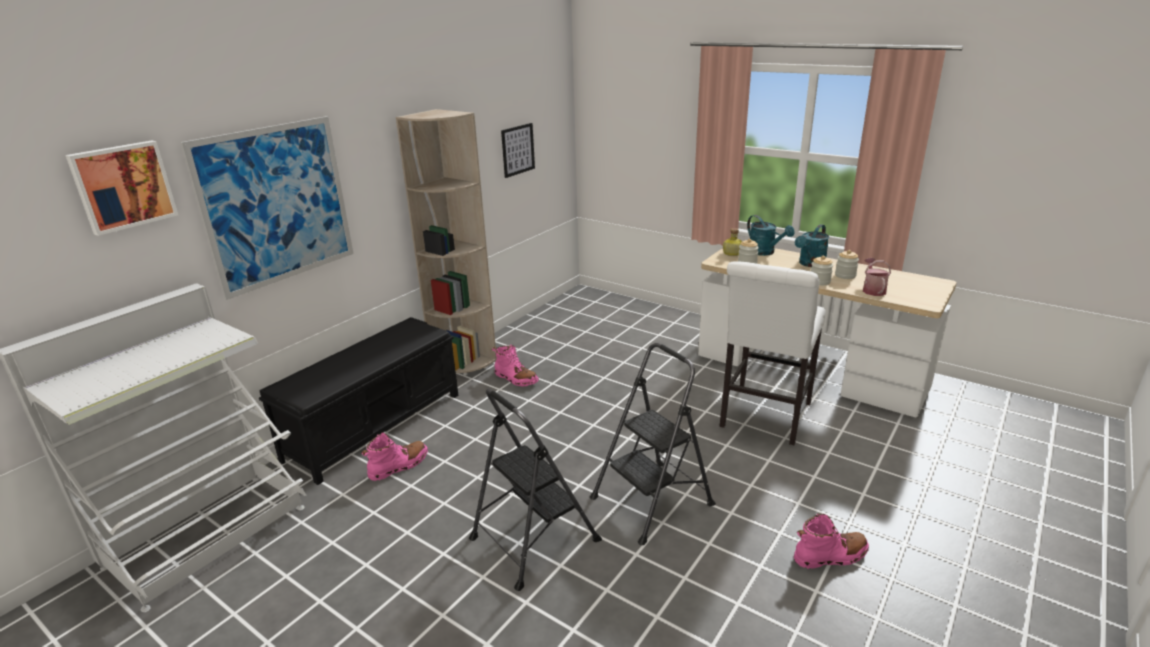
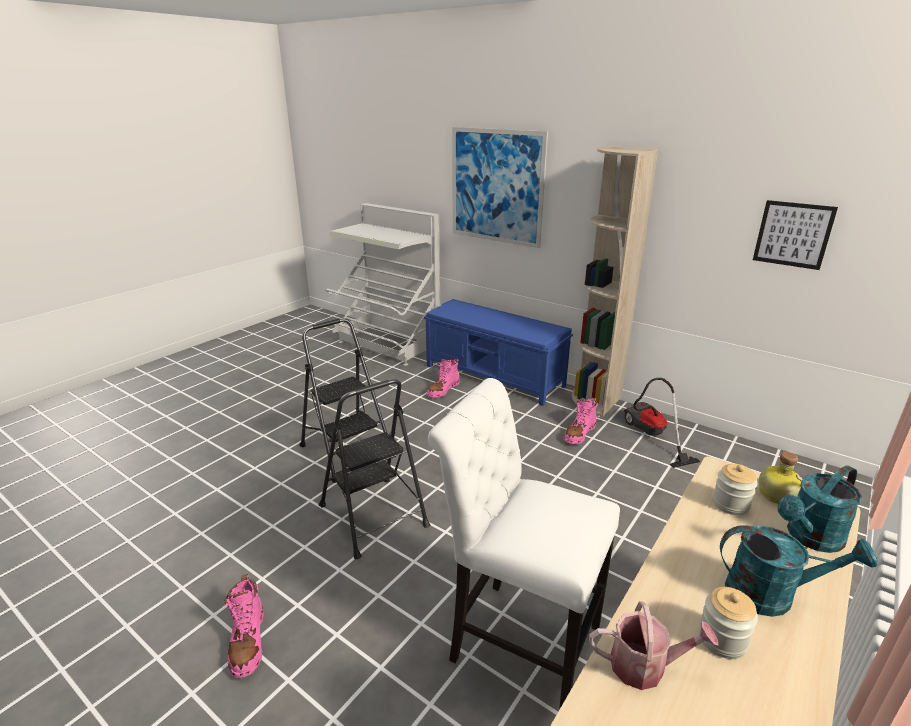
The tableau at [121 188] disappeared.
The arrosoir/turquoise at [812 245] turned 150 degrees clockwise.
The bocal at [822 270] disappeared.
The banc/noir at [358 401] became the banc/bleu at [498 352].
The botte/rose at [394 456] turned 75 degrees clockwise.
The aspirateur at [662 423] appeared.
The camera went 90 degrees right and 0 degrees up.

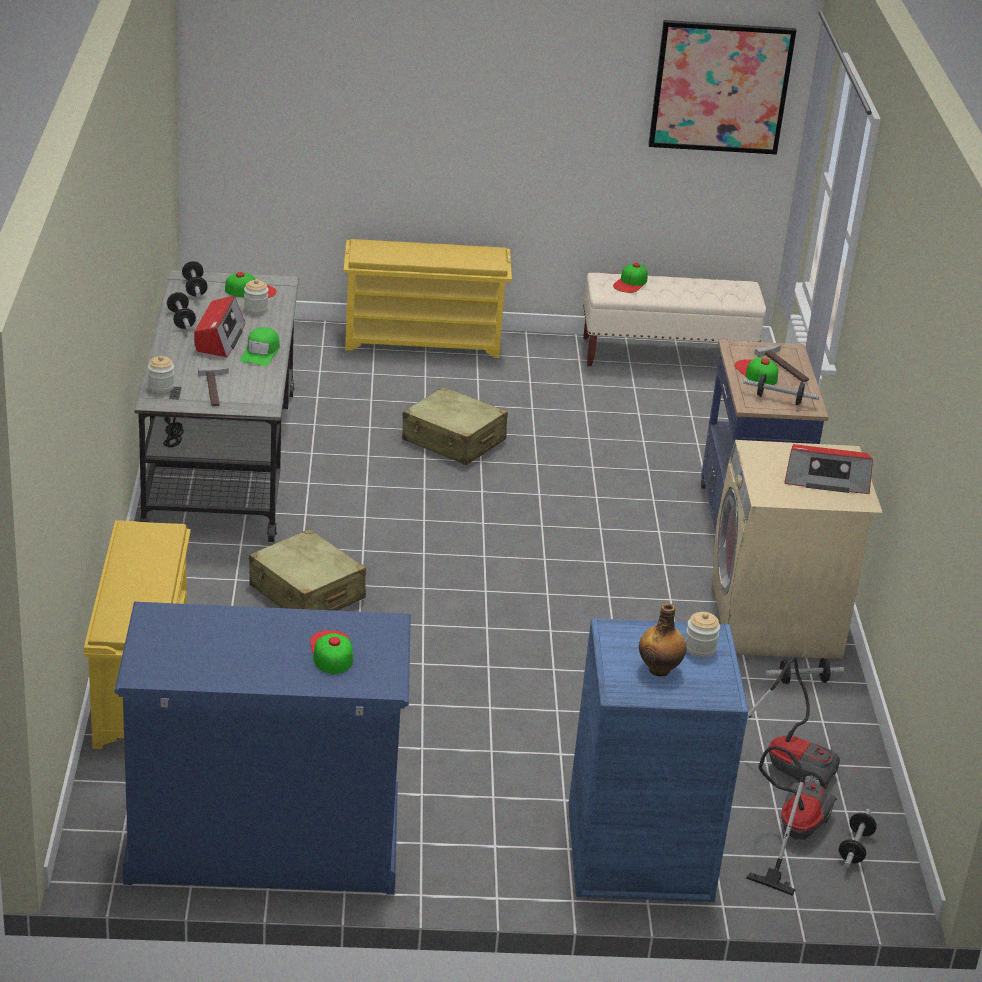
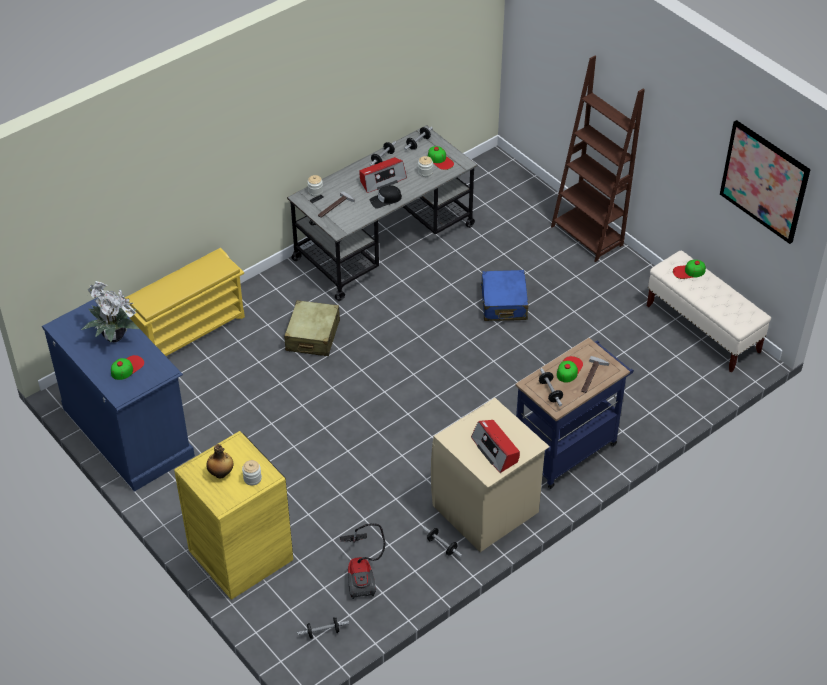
The étagère à chaussures/jaune at [428 298] was replaced by the bibliothèque/marron at [598 159].
The casquette/vert at [260 346] became the casquette/noir at [386 197].
The valise/beige at [455 426] became the valise/bleu at [504 295].
The meuble de rangement/bleu at [658 760] became the meuble de rangement/jaune at [233 515].
The aspirateur at [791 821] disappeared.
The plante en pot at [110 311] appeared.
The camera went 55 degrees right and 15 degrees up.

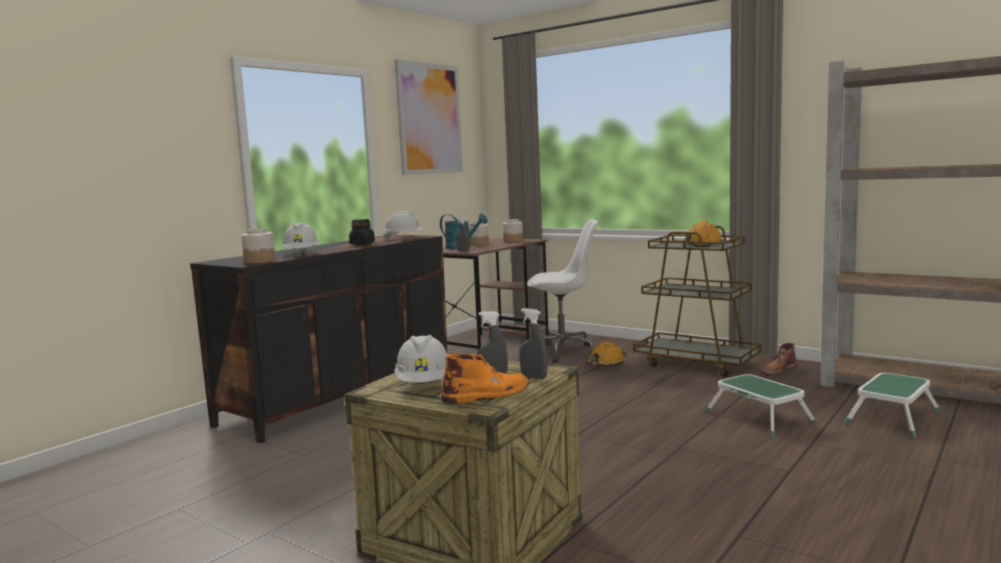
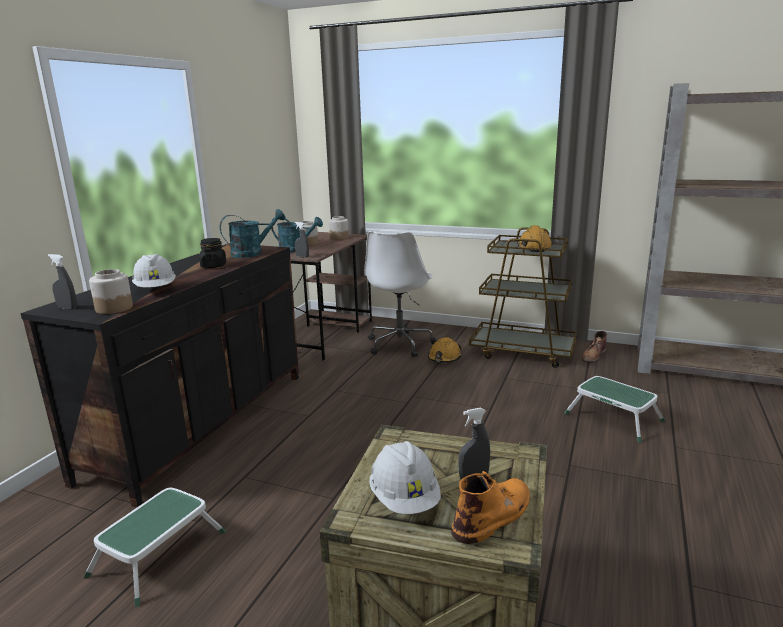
The tableau at [428 117] disappeared.
The casque de chantier/blanc at [403 225] was replaced by the arrosoir/turquoise at [252 233].
The chaise de bureau/blanc at [563 291] turned 120 degrees clockwise.
The vaporisateur/gris moved from [533 343] to [62 282].
The escabeau/vert moved from [892 405] to [155 547].
The camera went 15 degrees left and 10 degrees up.

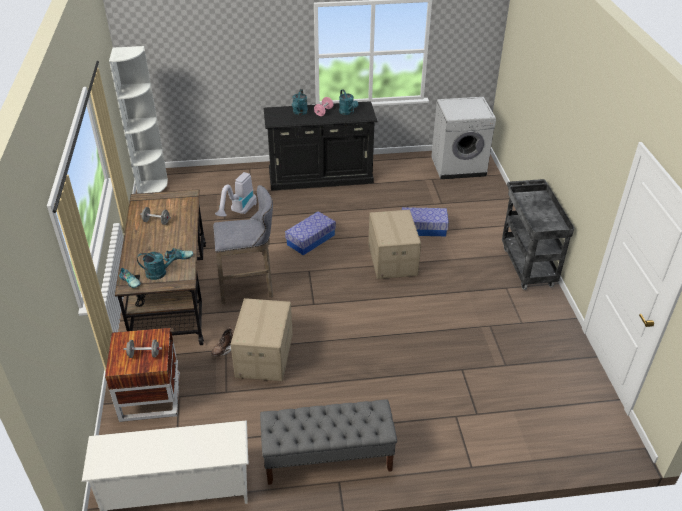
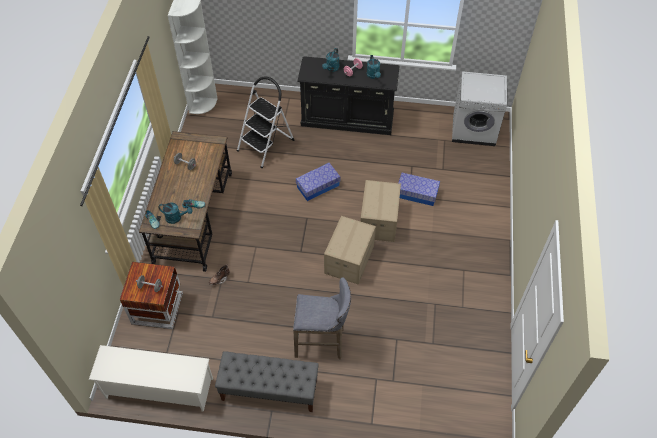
The aspirateur at [236 194] was replaced by the escabeau at [265 122].
The chariot/noir at [538 234] disappeared.
The tabouret/gris moved from [243 244] to [322 318].
The carton moved from [262 339] to [350 250].
The camera went 15 degrees right and 15 degrees up.

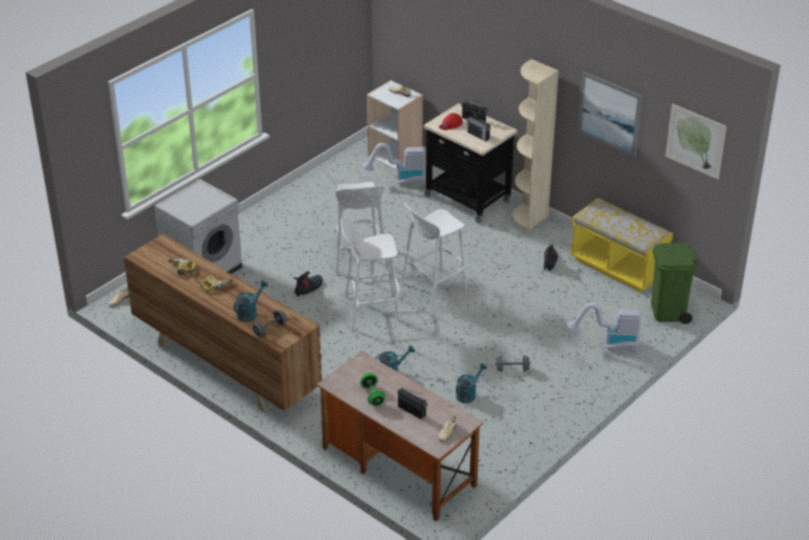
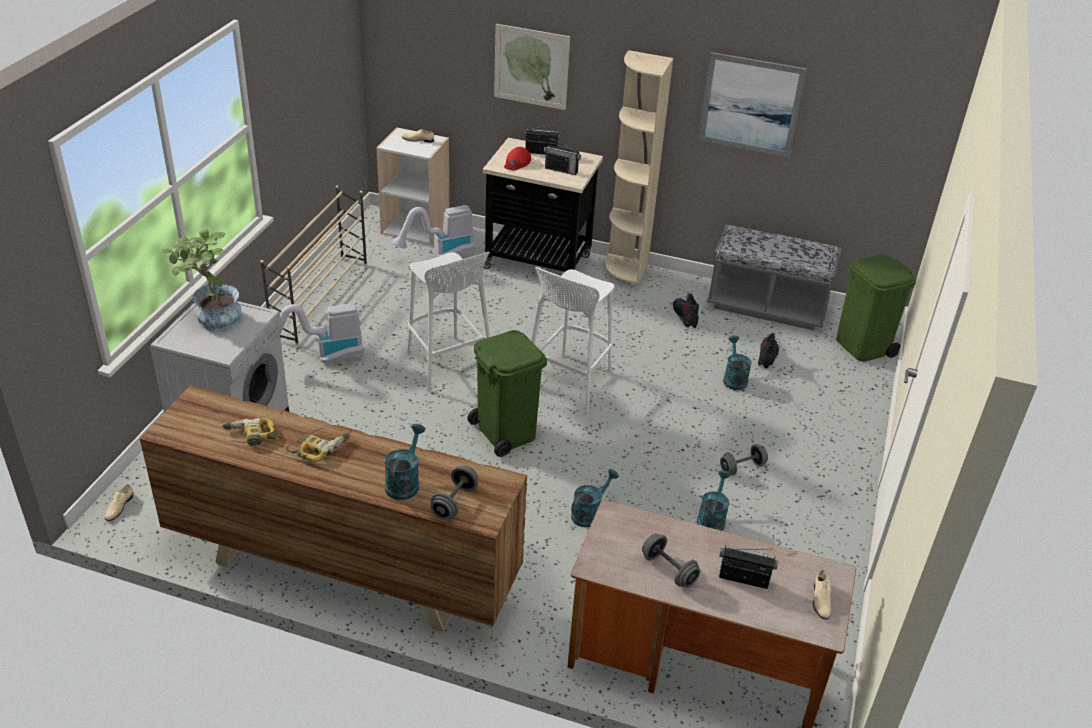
The tableau moved from [696 141] to [532 67].
The banc/jaune at [621 245] became the banc/gris at [774 277].
The tabouret/blanc at [370 273] was replaced by the poubelle/vert at [507 393].
The botte moved from [308 284] to [768 350].
The aspirateur moved from [604 328] to [321 334].
The haltère/vert at [372 389] became the haltère/gris at [671 561].
The étagère à chaussures/beige at [314 265] appeared.
The plante en pot at [201 280] appeared.
The arrosoir/turquoise at [737 362] appeared.
The camera went 25 degrees left and 0 degrees up.

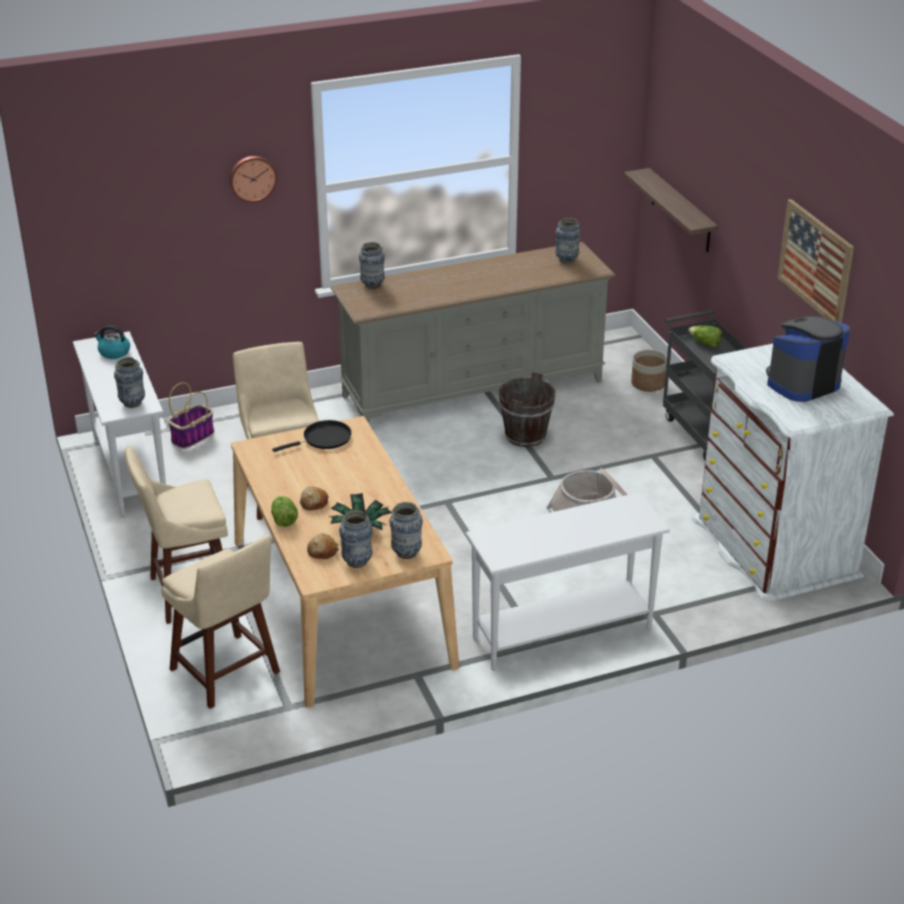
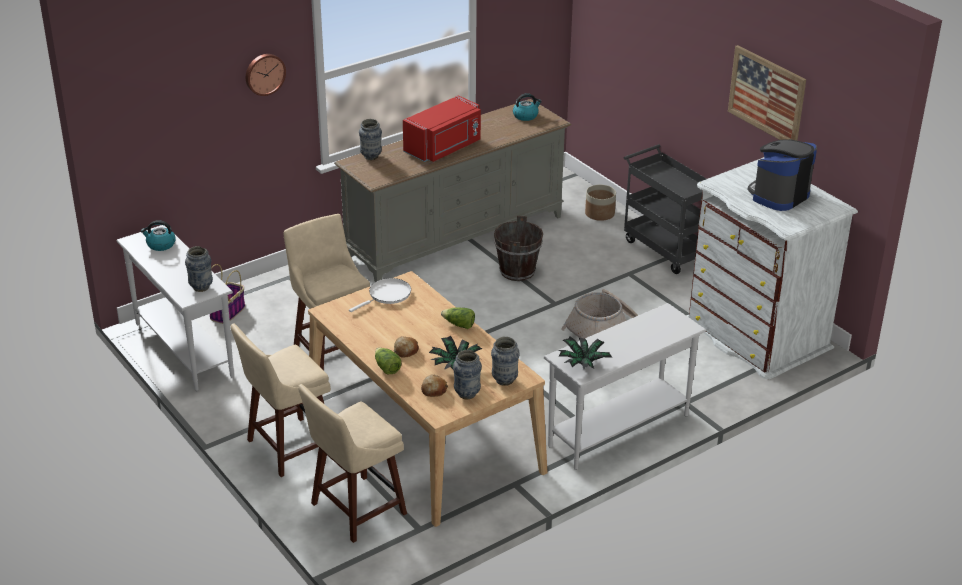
The étagère at [671 210] disappeared.
The vase at [568 241] was replaced by the bouilloire at [527 107].
The laitue moved from [705 336] to [458 318].
The poêle/noir at [312 436] became the poêle/blanc at [380 295].
The chaise/beige at [220 622] turned 105 degrees clockwise.
The micro-ondes/rouge at [442 128] appeared.
The plante en pot at [585 352] appeared.
The camera went 15 degrees left and 0 degrees up.

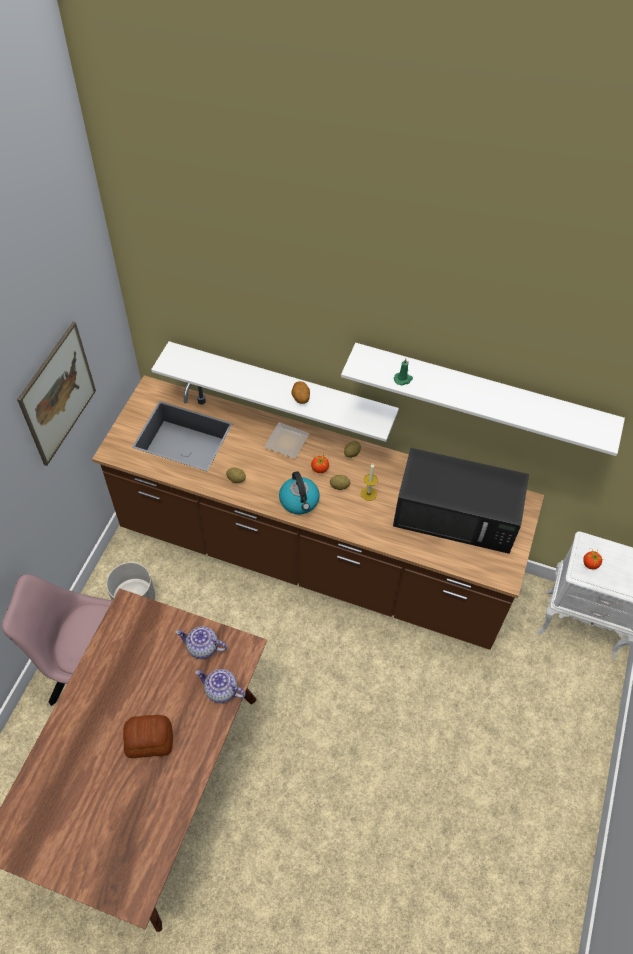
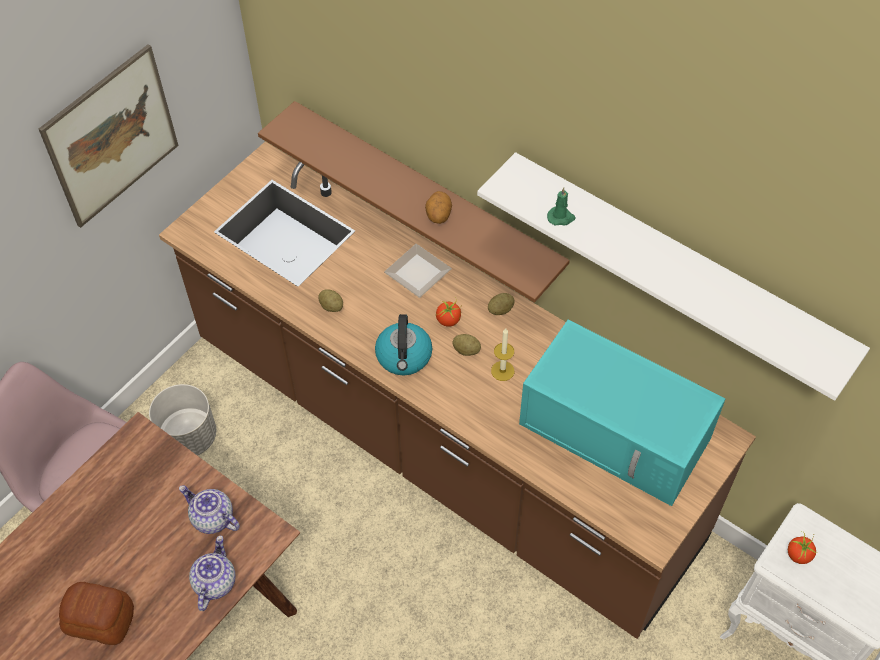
The étagère/blanc at [275 391] became the étagère/marron at [414 202].
The micro-ondes/noir at [461 501] became the micro-ondes/turquoise at [622 413].
The théière at [220 686] turned 60 degrees clockwise.
The camera went 20 degrees right and 0 degrees up.

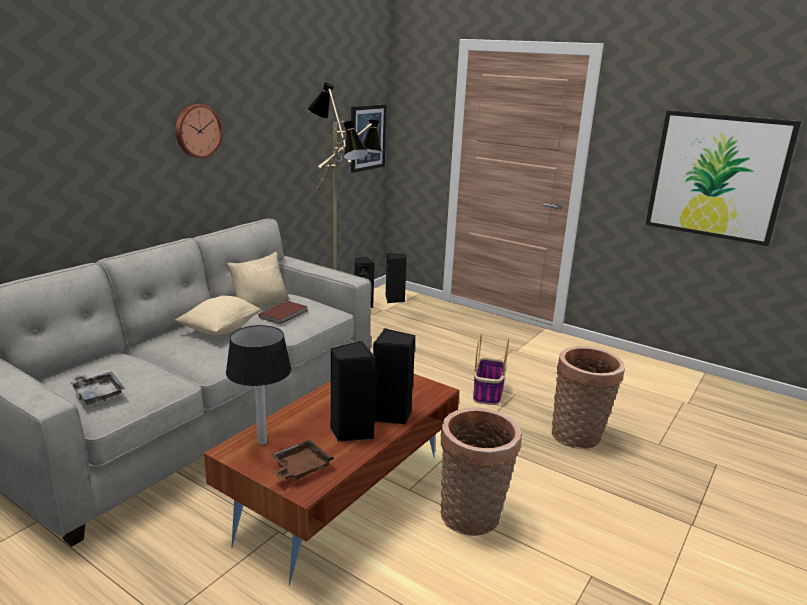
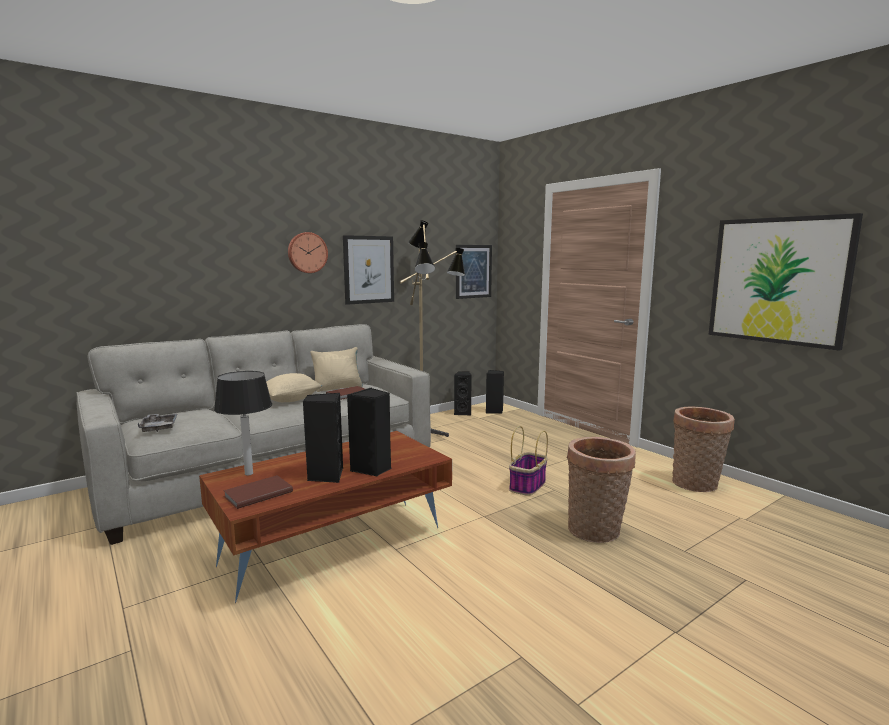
The panier moved from [481 472] to [703 449].
The plateau/marron at [302 460] was replaced by the livre/marron at [258 492].
The tableau at [368 270] appeared.
The camera went 20 degrees right and 10 degrees down.

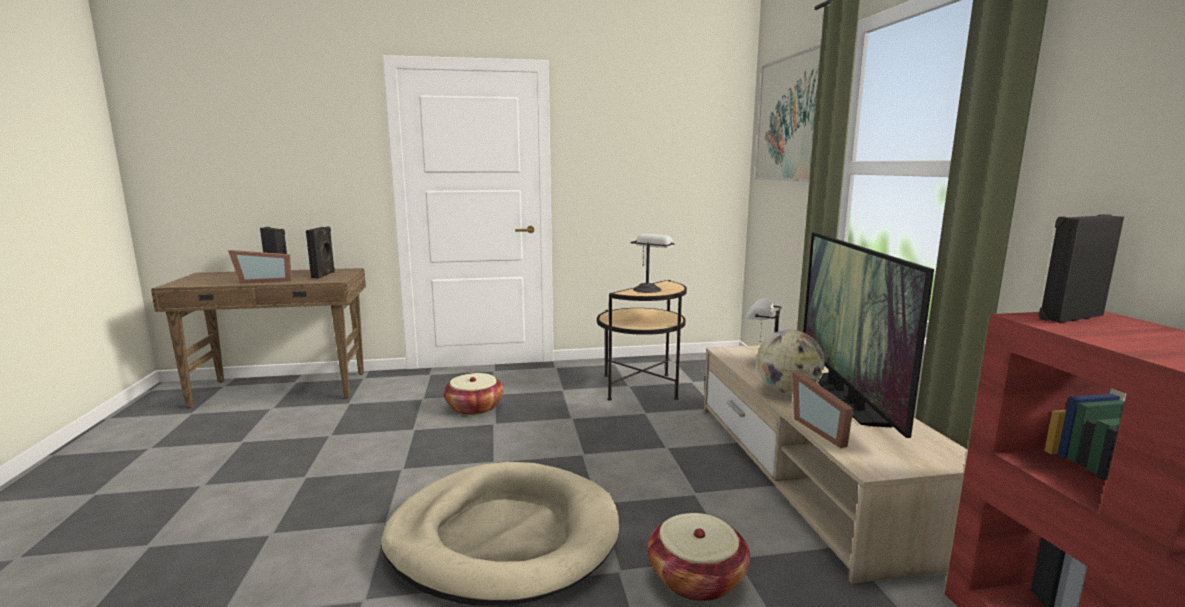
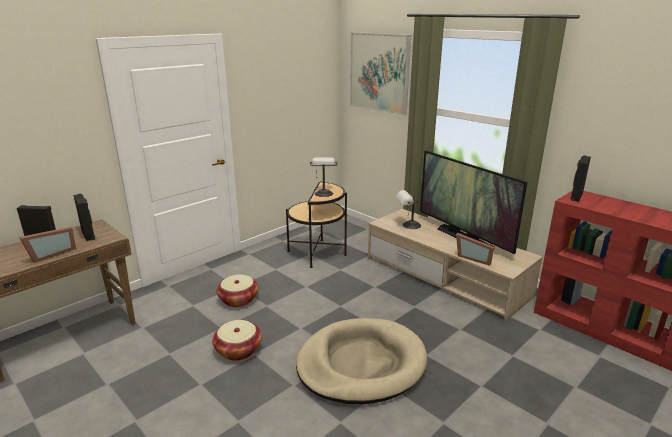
The globe at [791 361] disappeared.
The panier moved from [699 557] to [237 340].
The camera went 35 degrees left and 10 degrees up.

